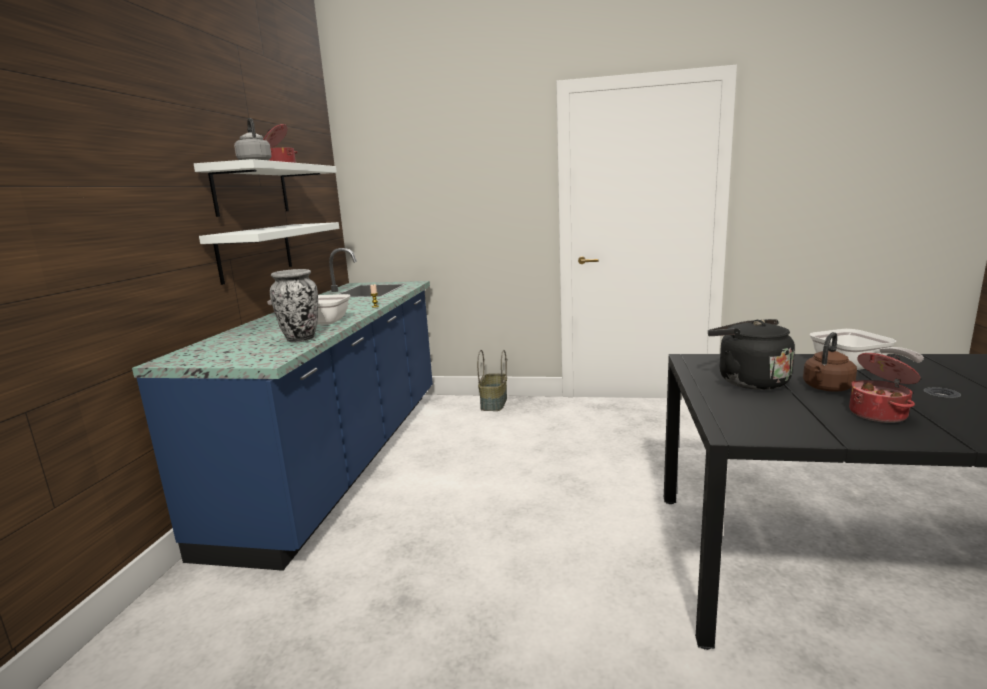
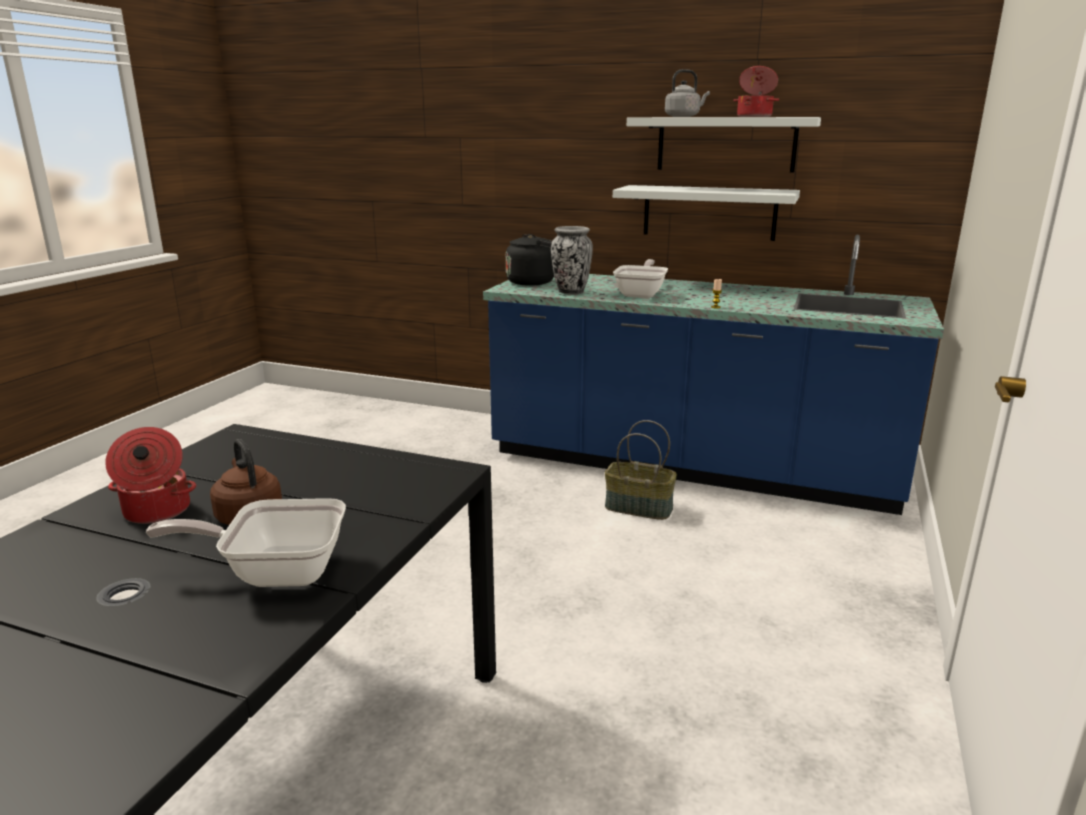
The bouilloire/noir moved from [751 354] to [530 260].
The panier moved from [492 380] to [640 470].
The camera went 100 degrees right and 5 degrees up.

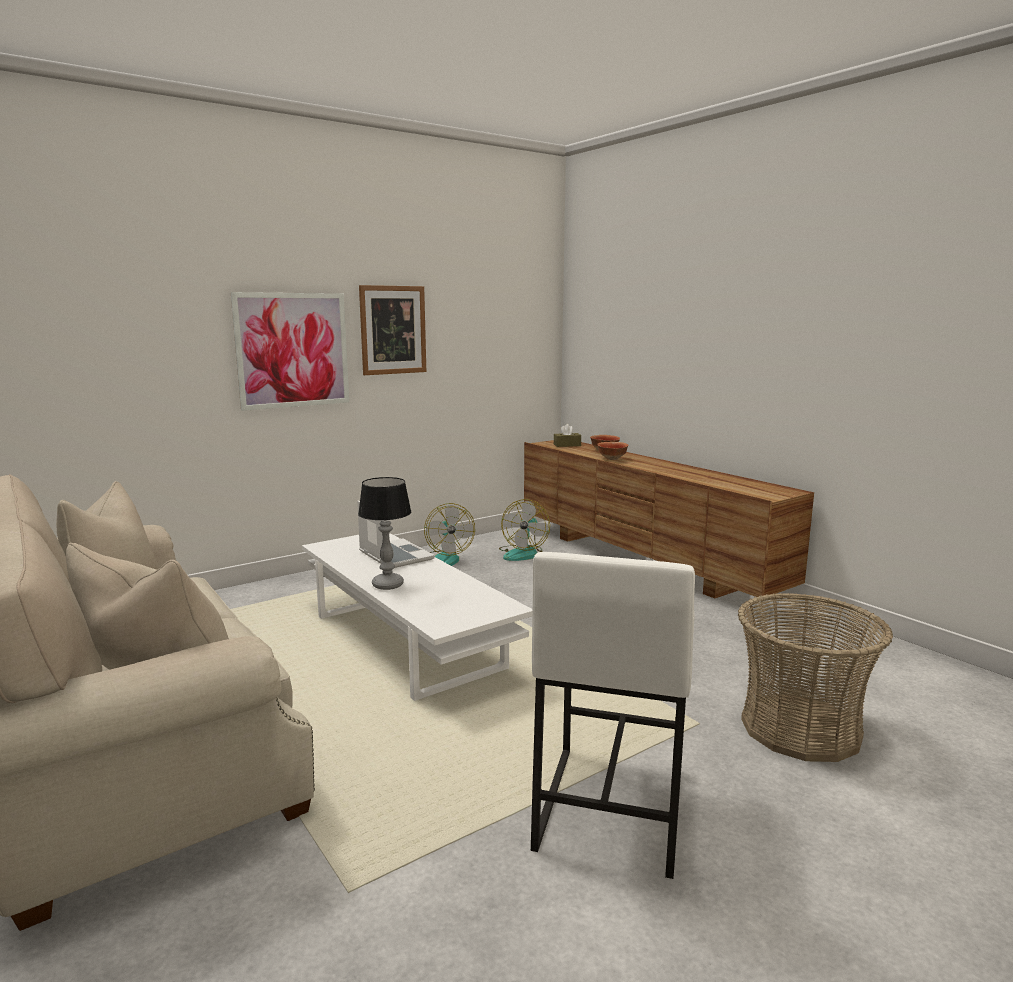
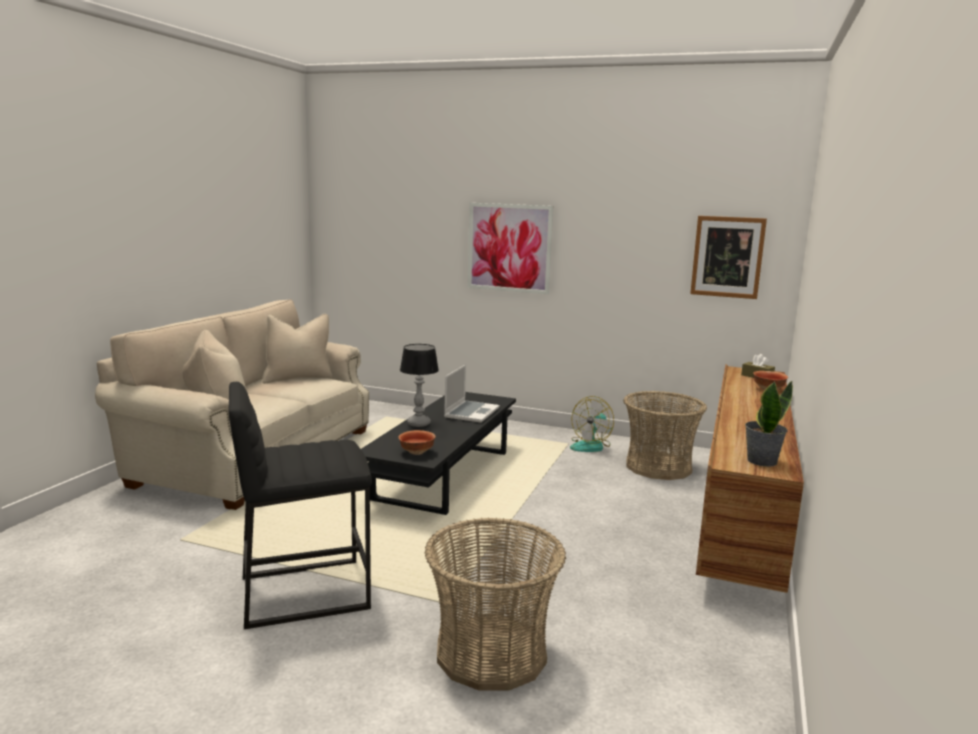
The tableau moved from [392 330] to [728 257].
The bol moved from [612 451] to [417 442].
The ventilateur at [524 530] was replaced by the panier at [665 435].
The table basse/blanc at [417 617] became the table basse/noir at [438 453].
The tabouret/blanc at [613 715] became the tabouret/noir at [300 505].
The plante en pot at [769 423] appeared.
The camera went 55 degrees right and 0 degrees up.

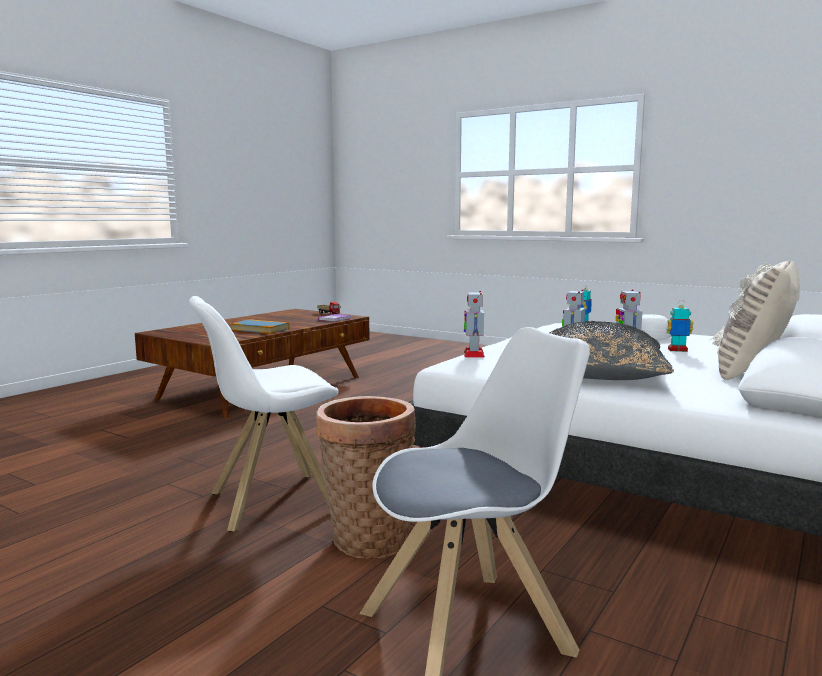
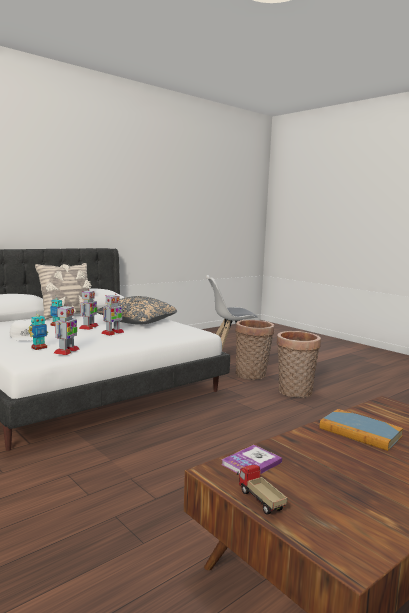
The robot jouet moved from [474 324] to [66 330].
The chaise/blanc at [263 414] was replaced by the panier at [298 364].
The camera went 165 degrees left and 0 degrees up.

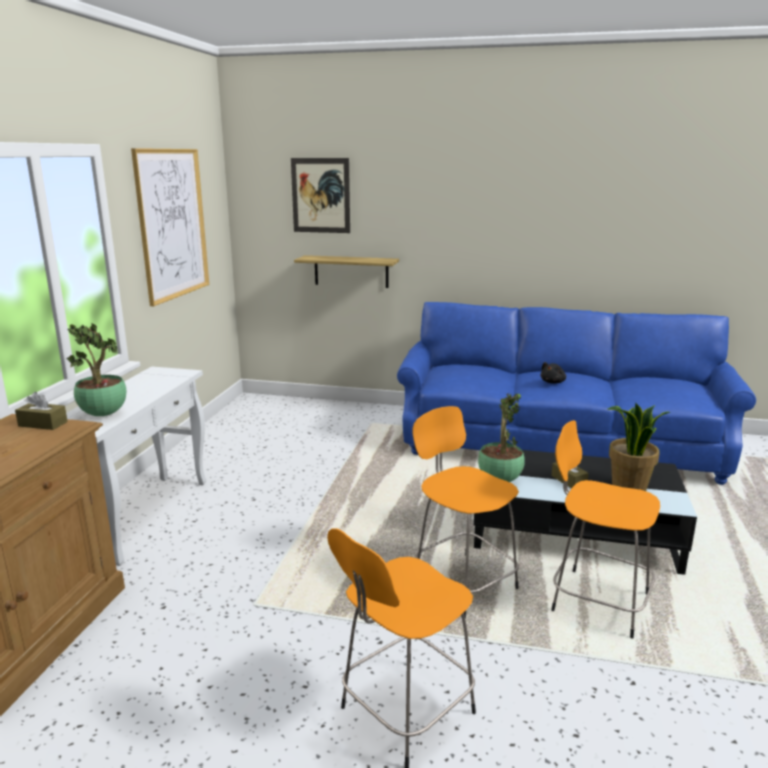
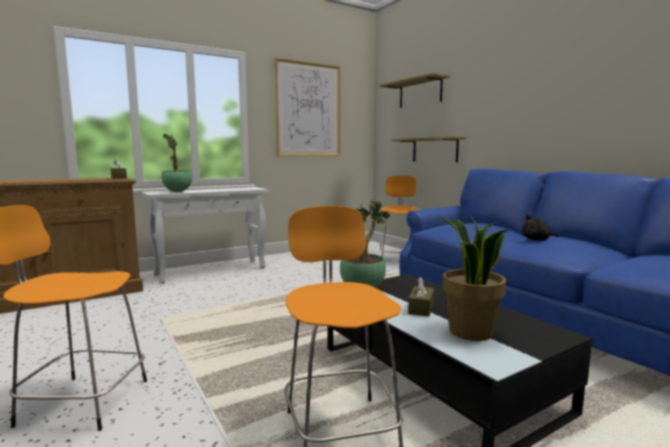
The tableau at [320 195] was replaced by the étagère at [414 90].
The tabouret/orange moved from [465 512] to [400 216].
The camera went 45 degrees right and 10 degrees down.

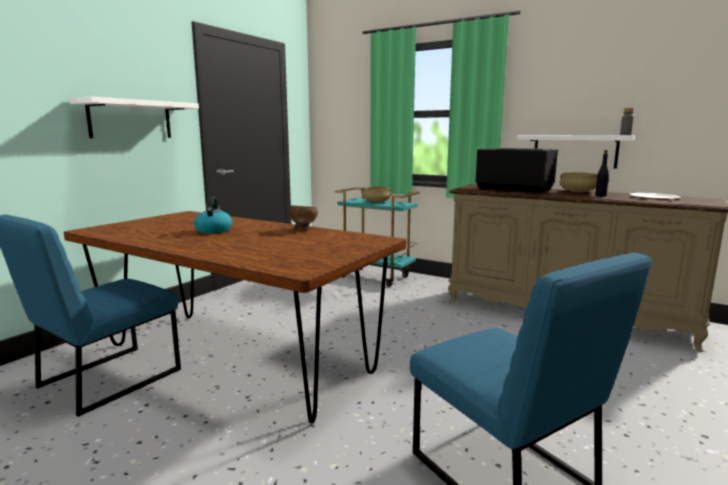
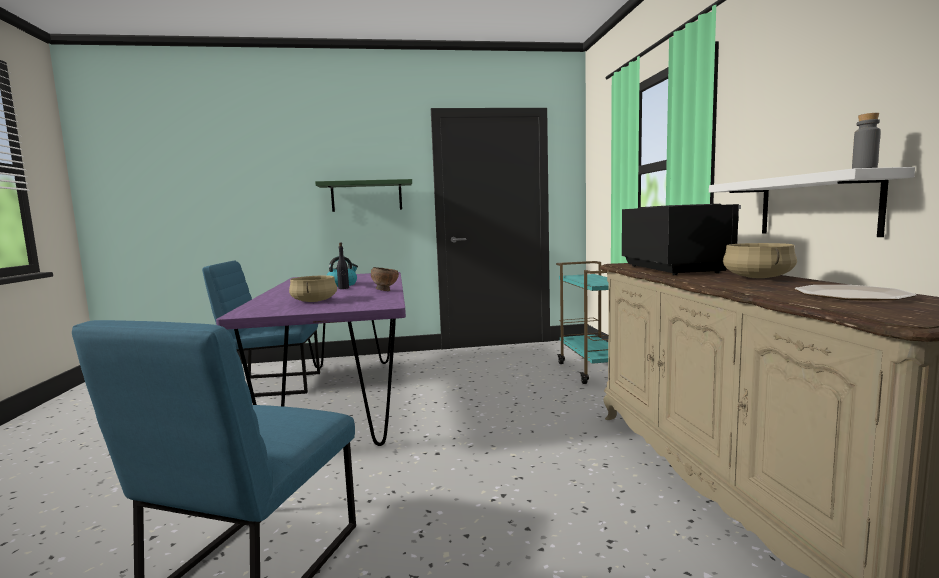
The étagère/blanc at [134 117] became the étagère/vert at [363 195].
The bouteille/noir moved from [602 173] to [343 265].
The marmite/beige moved from [376 194] to [313 288].
The table à manger/marron at [235 317] became the table à manger/violet at [311 359].
The camera went 50 degrees right and 5 degrees down.

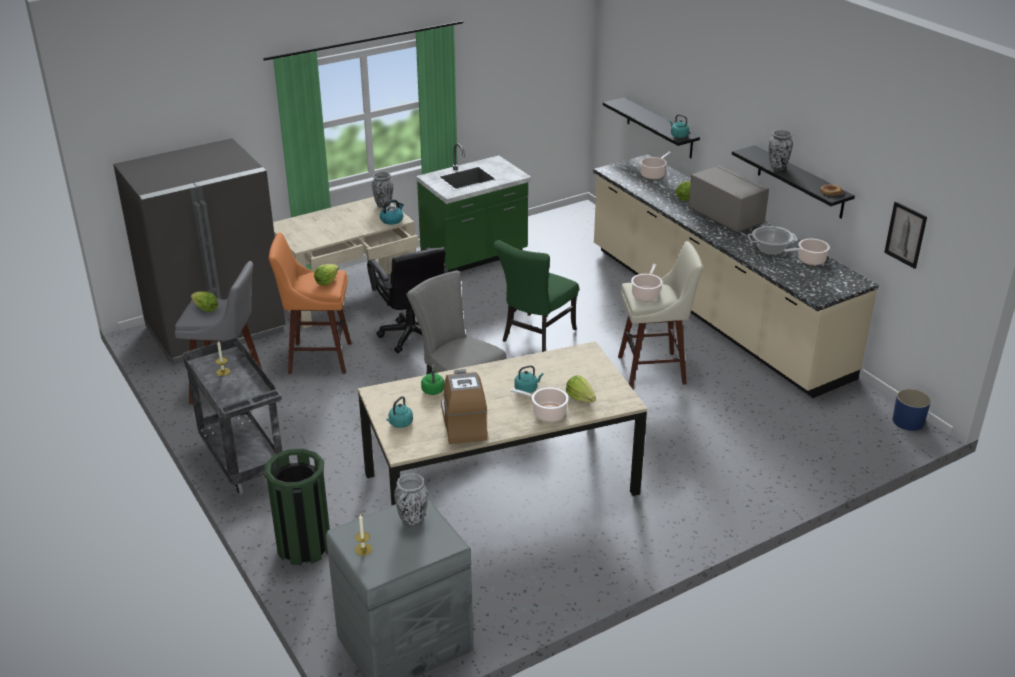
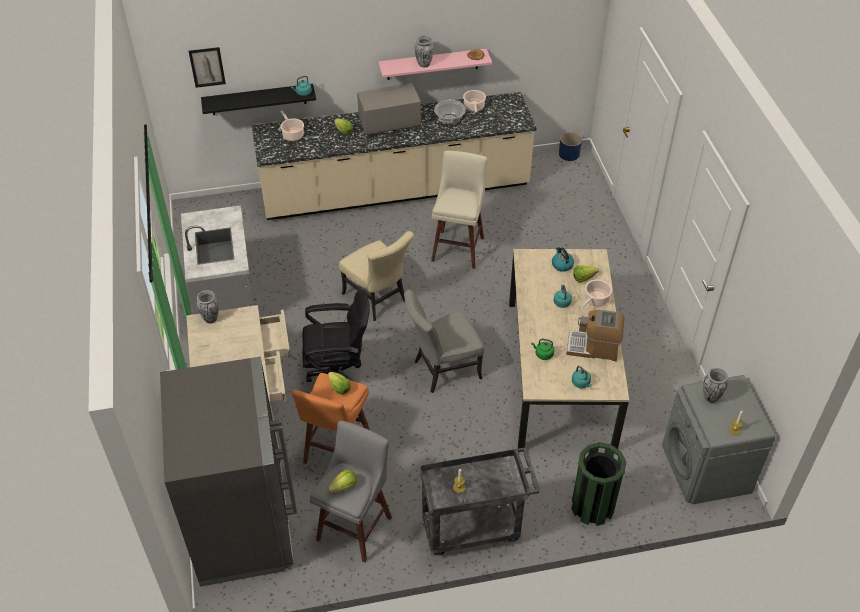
The comptoir de cuisine/vert at [473 207] became the comptoir de cuisine/gris at [216 259].
The étagère/noir at [793 182] became the étagère/rose at [435 64].
The bouilloire moved from [392 212] to [563 259].
The tableau moved from [905 235] to [207 67].
The chaise/vert at [536 296] became the chaise/beige at [376 276].
The marmite at [647 282] disappeared.
The camera went 70 degrees left and 15 degrees up.

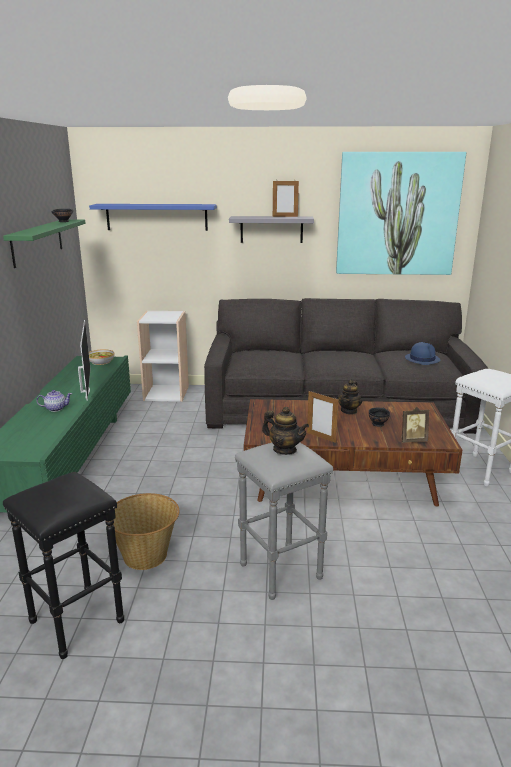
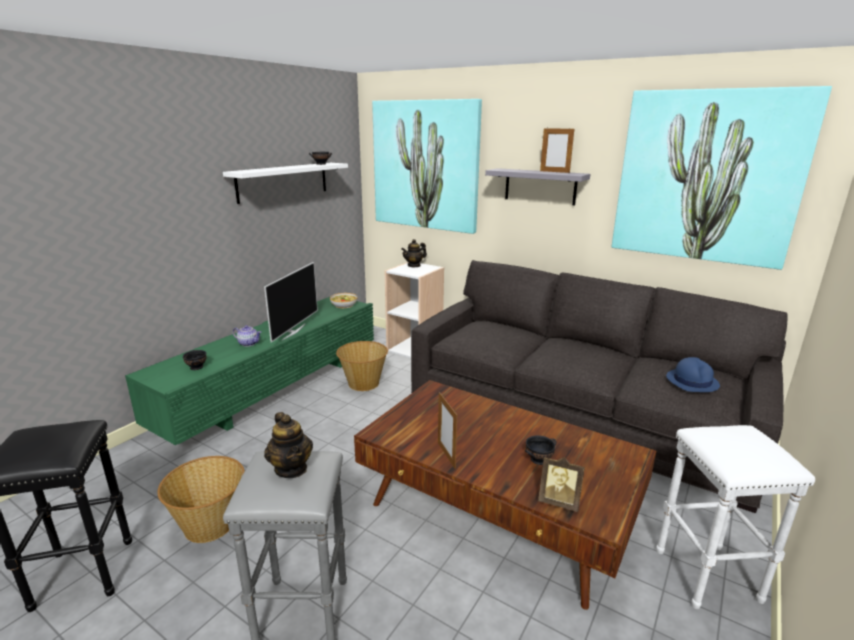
The étagère/bleu at [153 217] was replaced by the tableau at [427 166].
The étagère/vert at [44 244] became the étagère/blanc at [285 183].
The théière moved from [349 397] to [414 253].
The panier at [362 366] appeared.
The bol/noir at [195 360] appeared.
The camera went 30 degrees right and 0 degrees up.

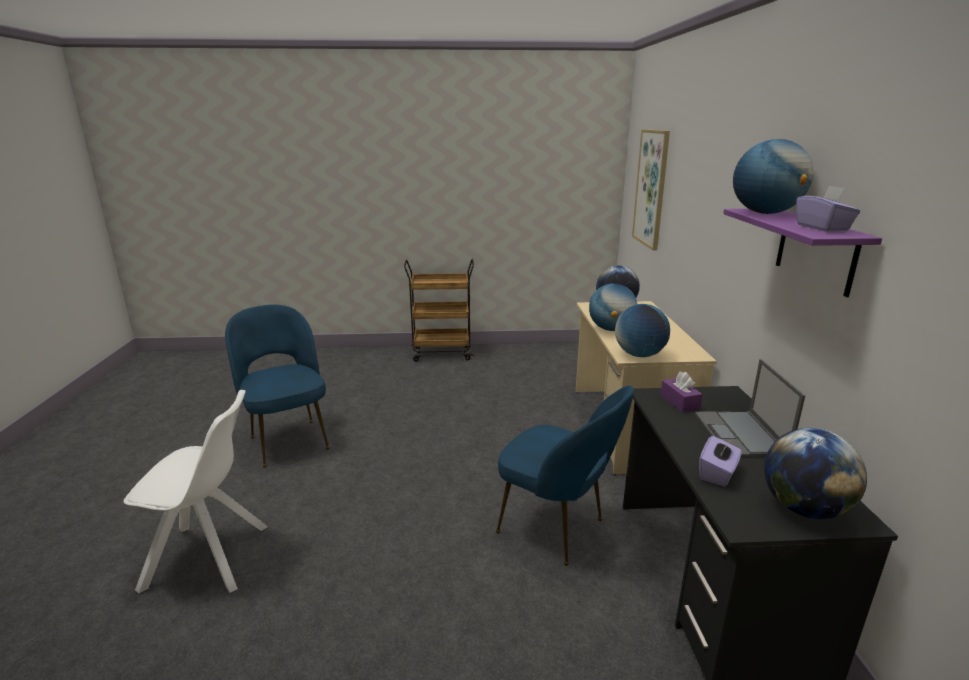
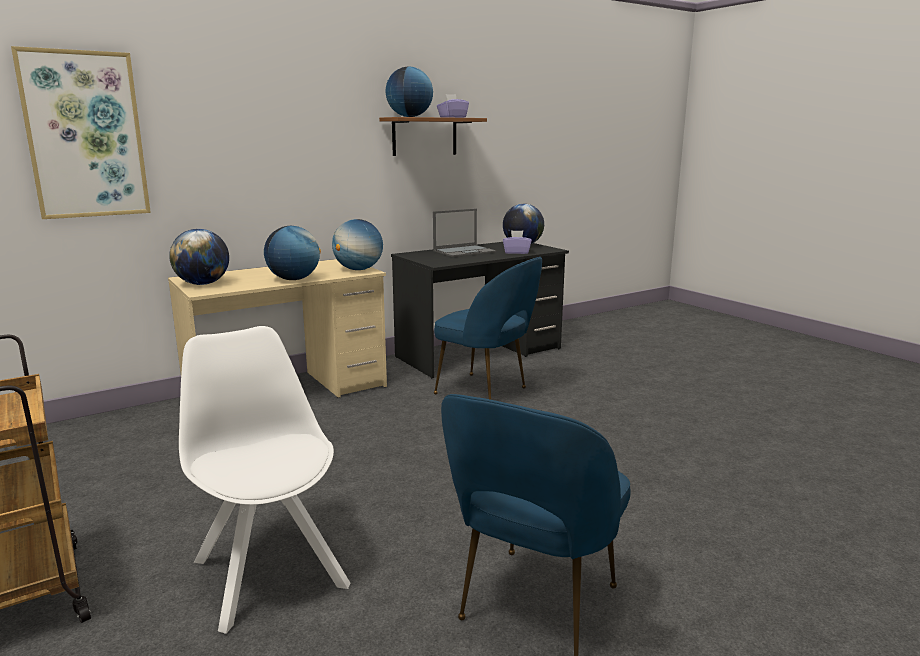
The étagère/violet at [802 253] became the étagère/marron at [433 136].
The boîte à mouchoirs/violet at [681 392] disappeared.
The chaise/bleu at [565 476] turned 120 degrees clockwise.
The chaise/blanc moved from [195 492] to [264 480].
The camera went 120 degrees left and 5 degrees down.

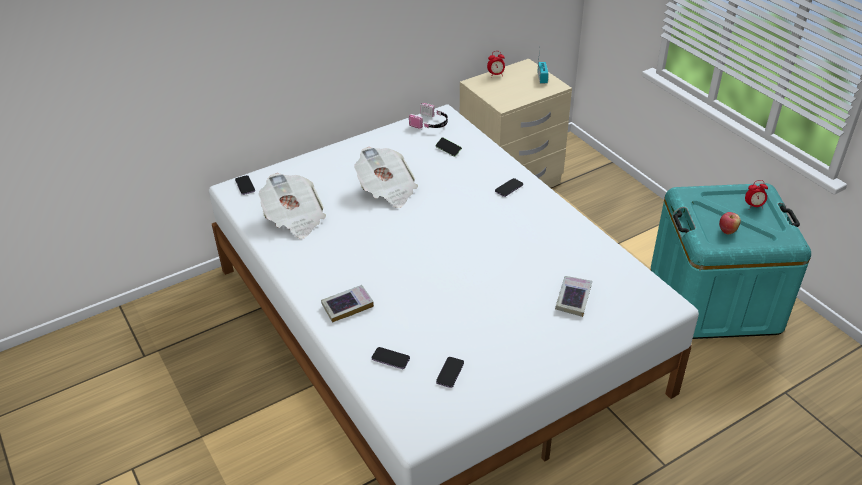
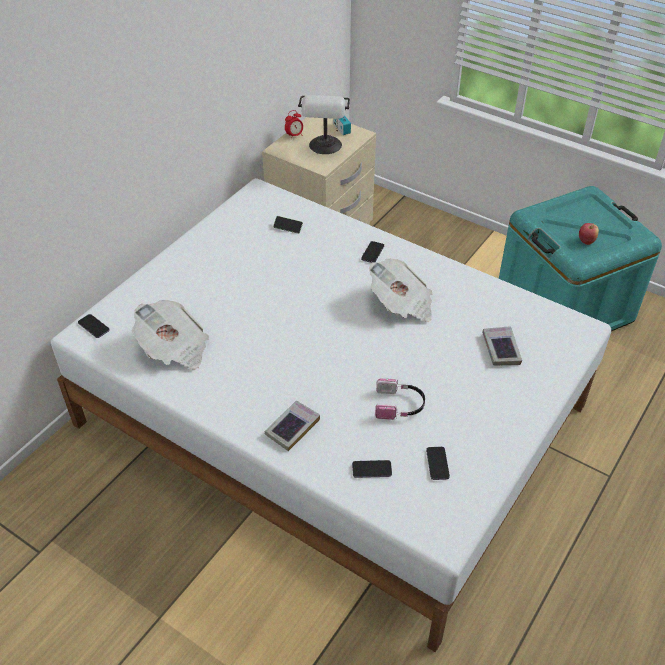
The casque audio moved from [428 116] to [400 399].
The journal moved from [386 177] to [400 290].
The réveil at [756 194] disappeared.
The lampe de table at [324 124] appeared.
The camera went 25 degrees left and 5 degrees up.

